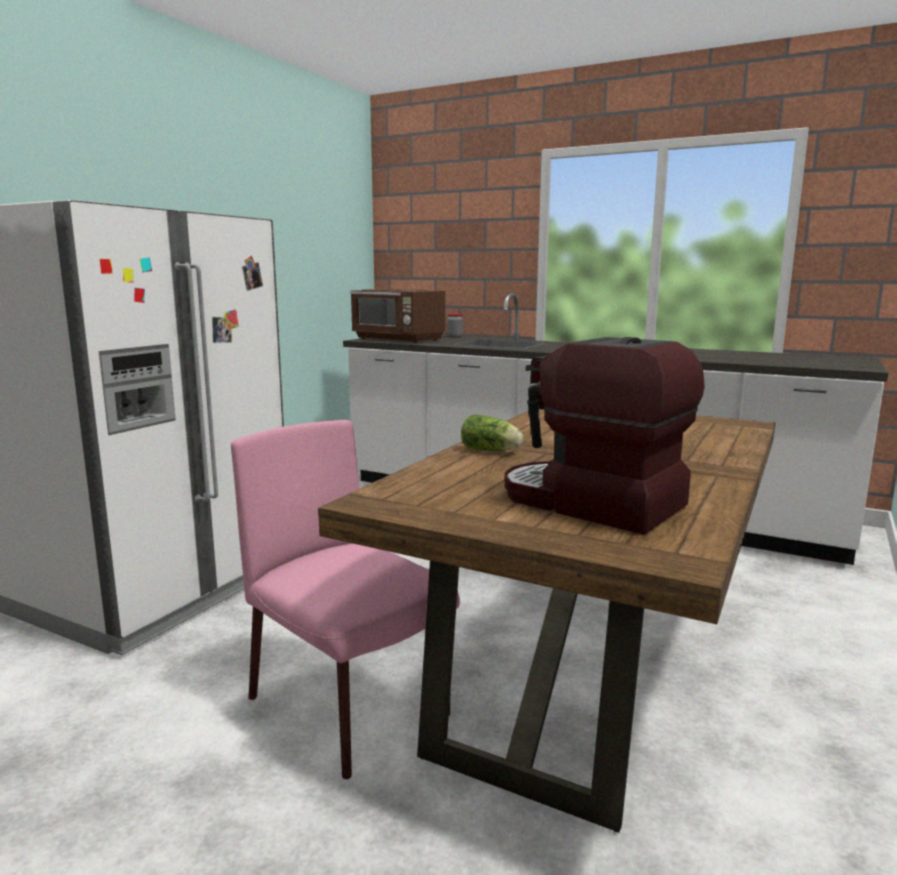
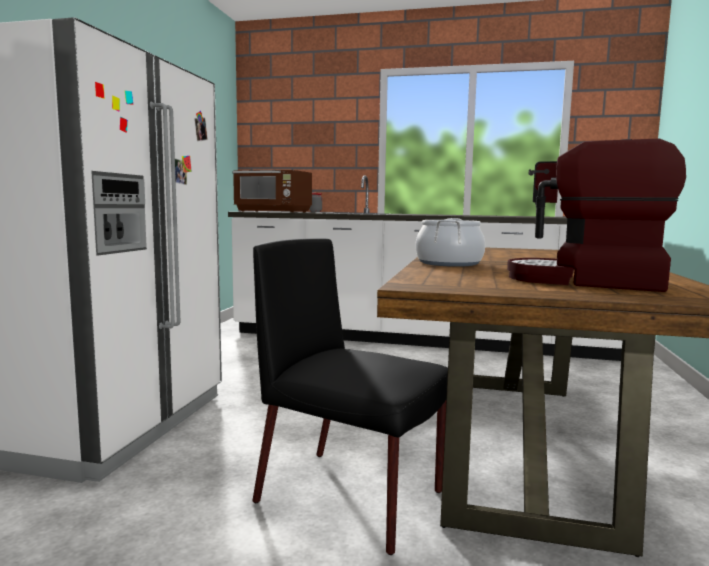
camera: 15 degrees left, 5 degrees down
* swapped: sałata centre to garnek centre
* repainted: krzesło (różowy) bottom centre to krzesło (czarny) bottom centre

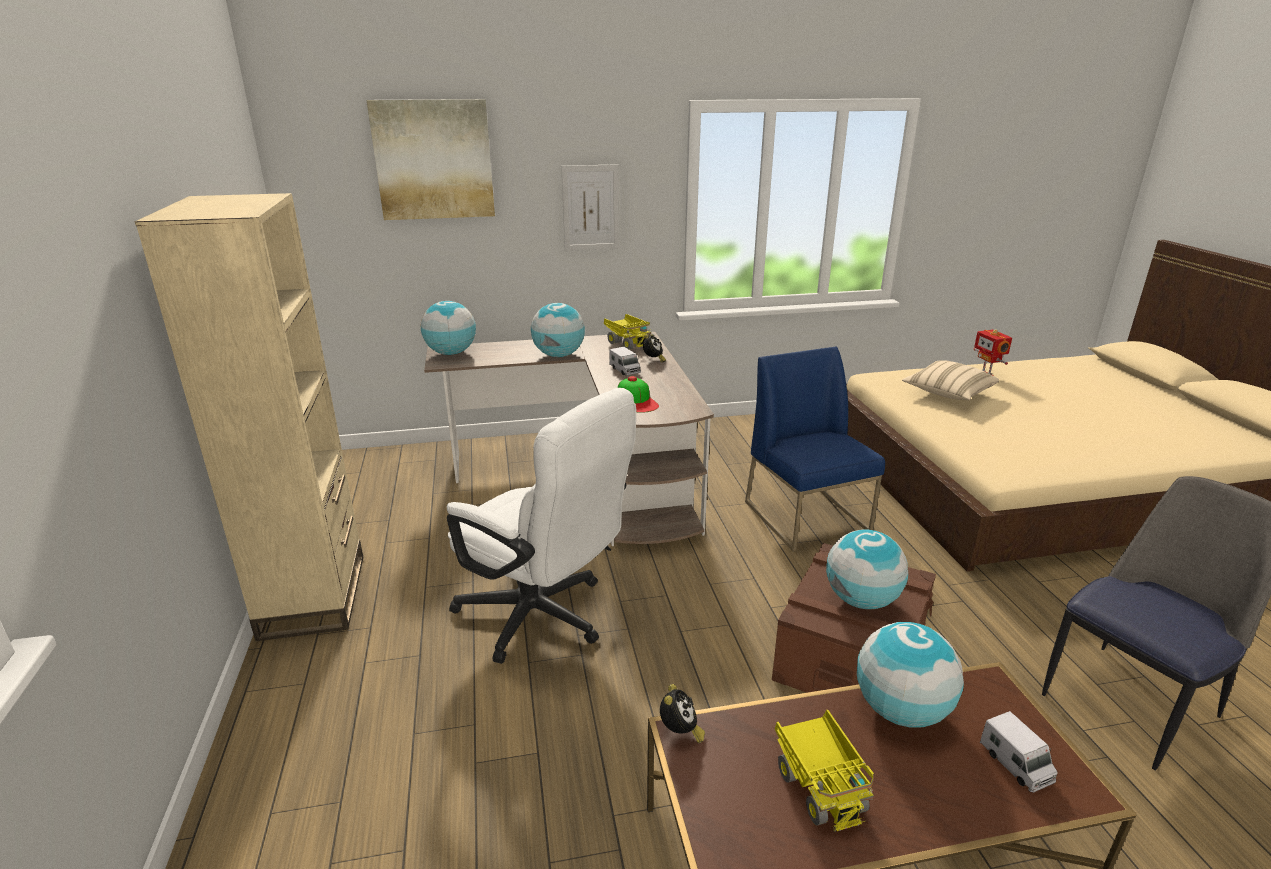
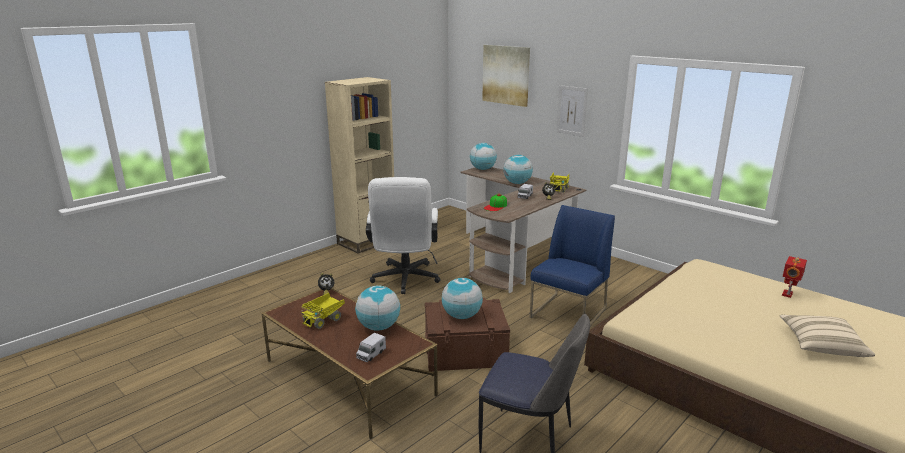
camera: 55 degrees right, 5 degrees down
* shifted: poduszka (beżowy) middle right to bottom right

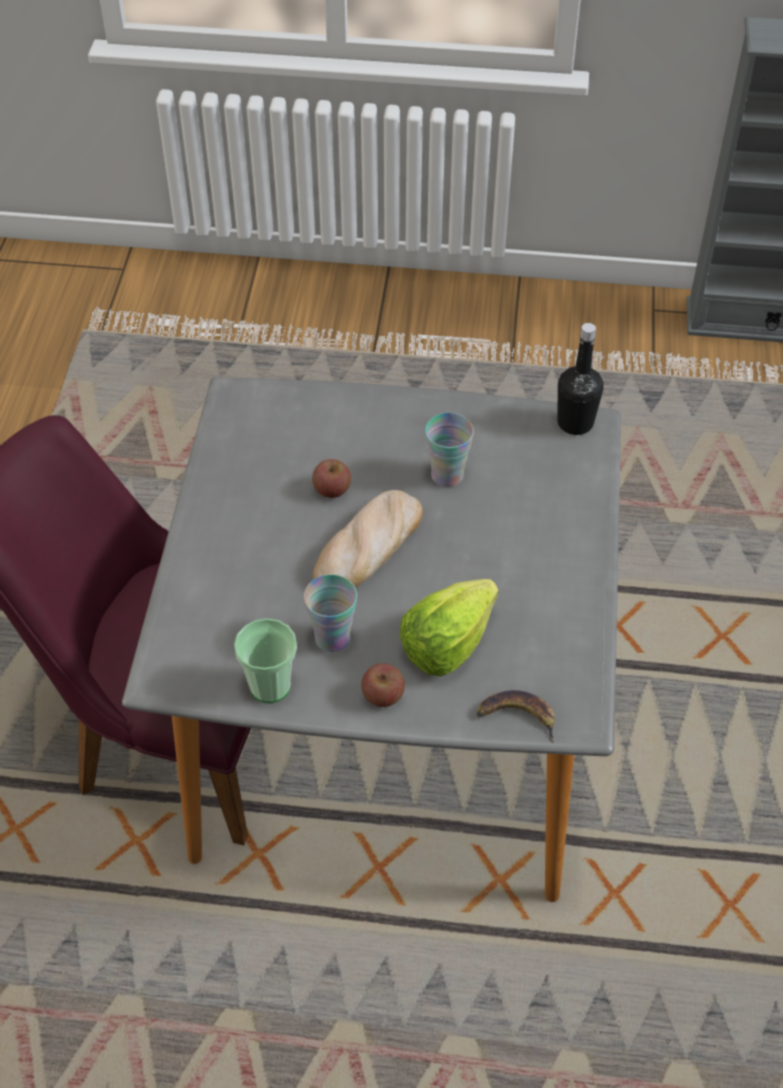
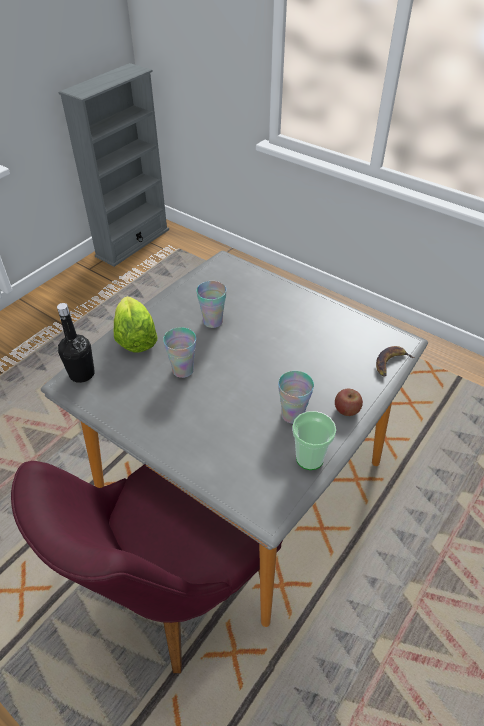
camera: 60 degrees left, 5 degrees down
* gone: chleb centre
* shifted: sałata centre to middle left
* shifted: butelka (czarny) middle right to middle left
* swapped: jabłko (no. 1 from left) centre to filiżanka (no. 1 from left) centre

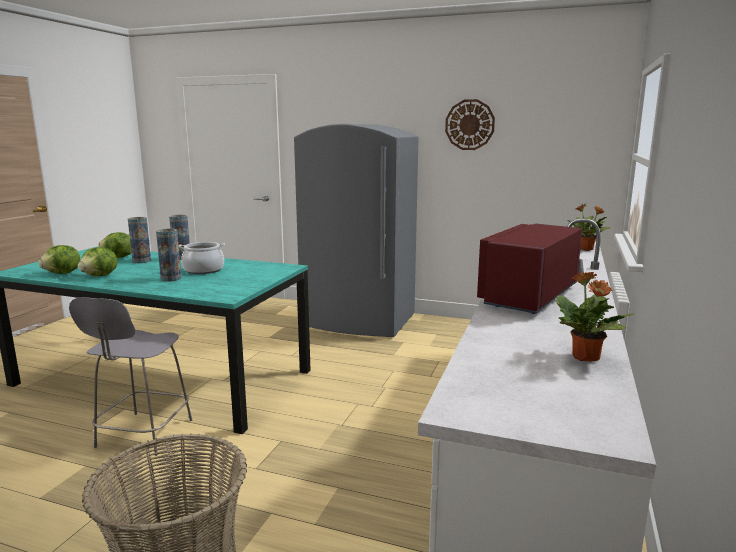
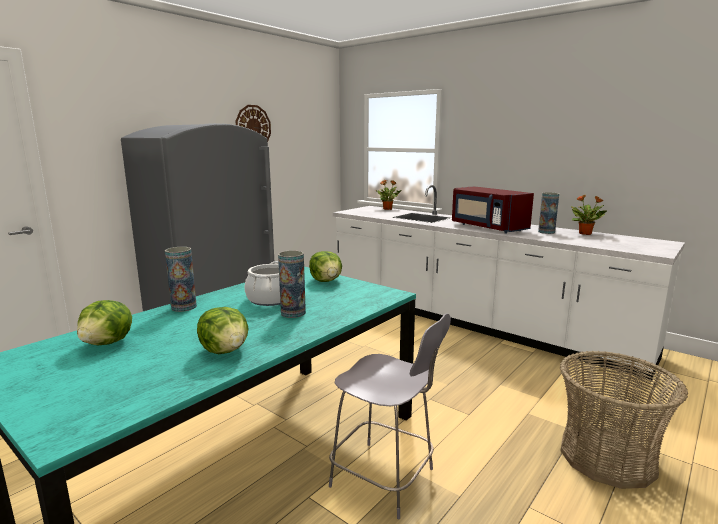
camera: 70 degrees left, 0 degrees up
* shifted: sałata (no. 1 from left in the first image) middle left to sałata (no. 3 from left) centre
* shifted: wazon (no. 1 from left in the first image) middle left to wazon (no. 3 from left) middle right

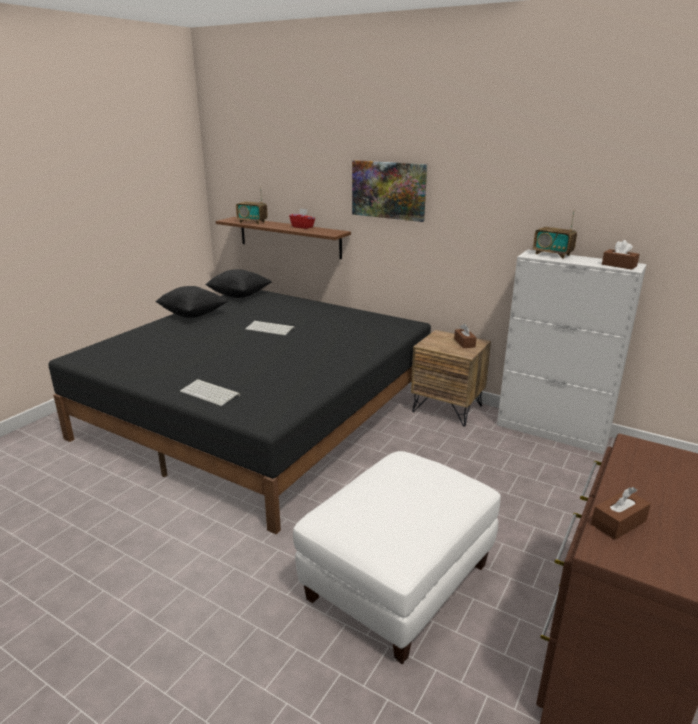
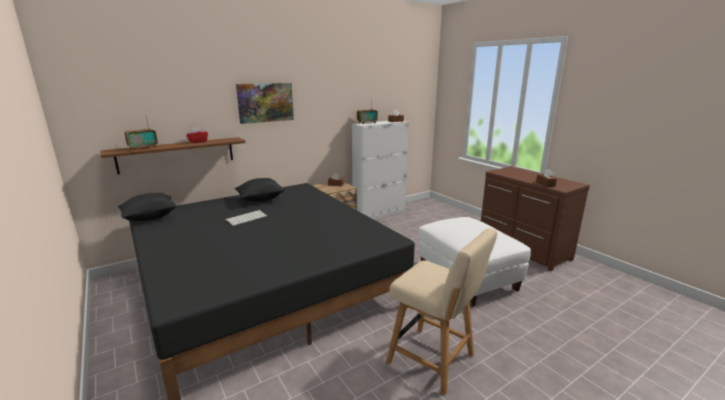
camera: 65 degrees left, 5 degrees down
* gone: klawiatura (no. 1 from left) middle left
* new: krzesło (beżowy) bottom centre
* shifted: poduszka (czarny) (no. 1 from left in the first image) middle left to poduszka (czarny) (no. 2 from left) centre

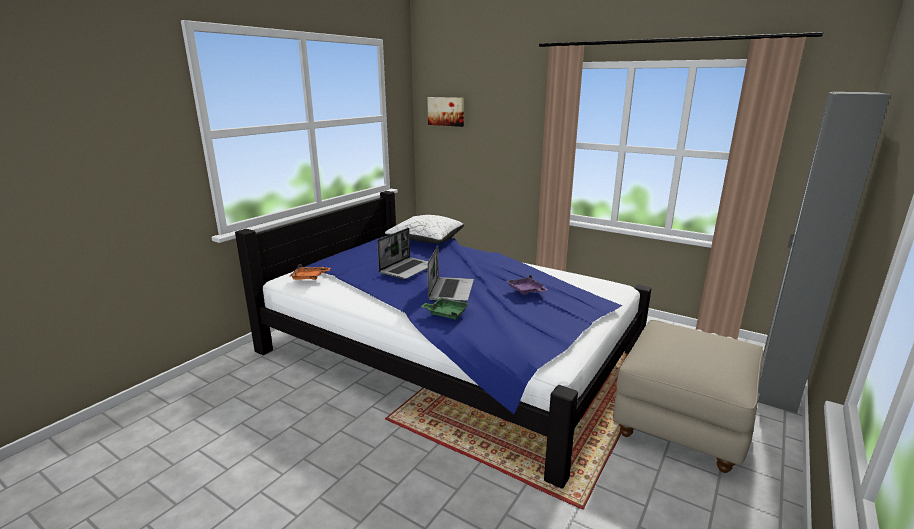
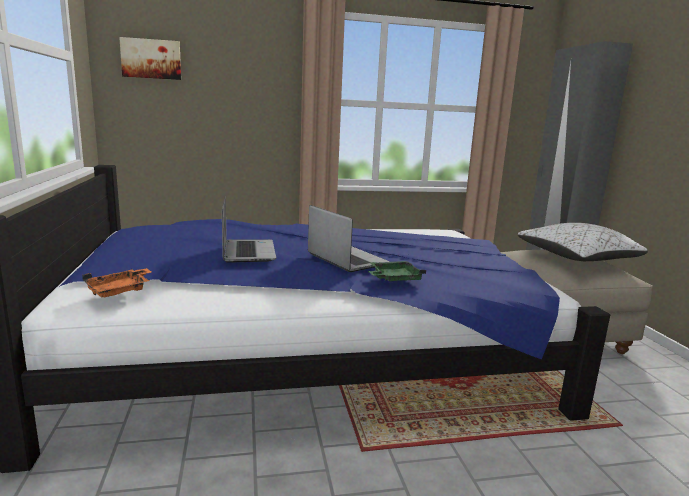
camera: 45 degrees left, 5 degrees down
* gone: taca (fioletowy) centre
* shifted: poduszka (biały) centre to middle right

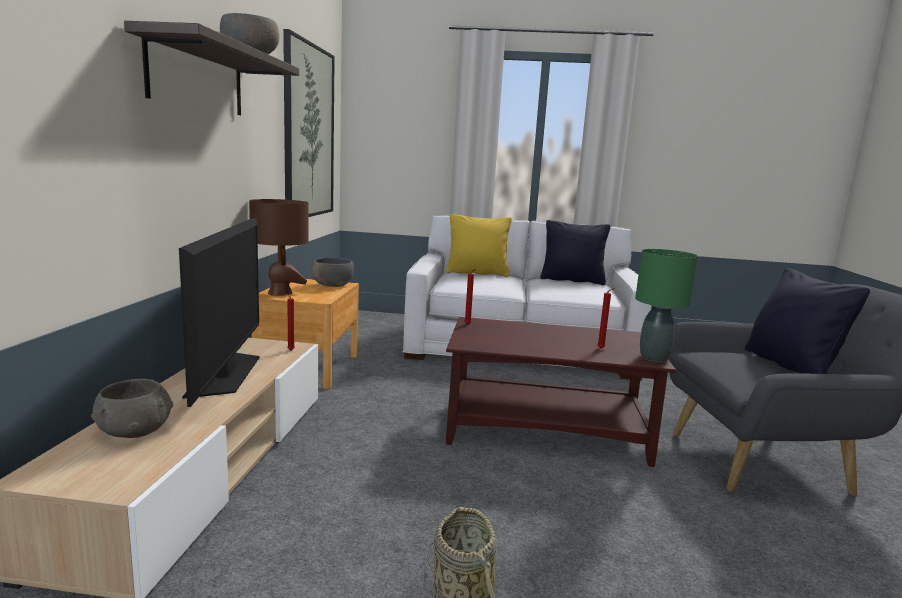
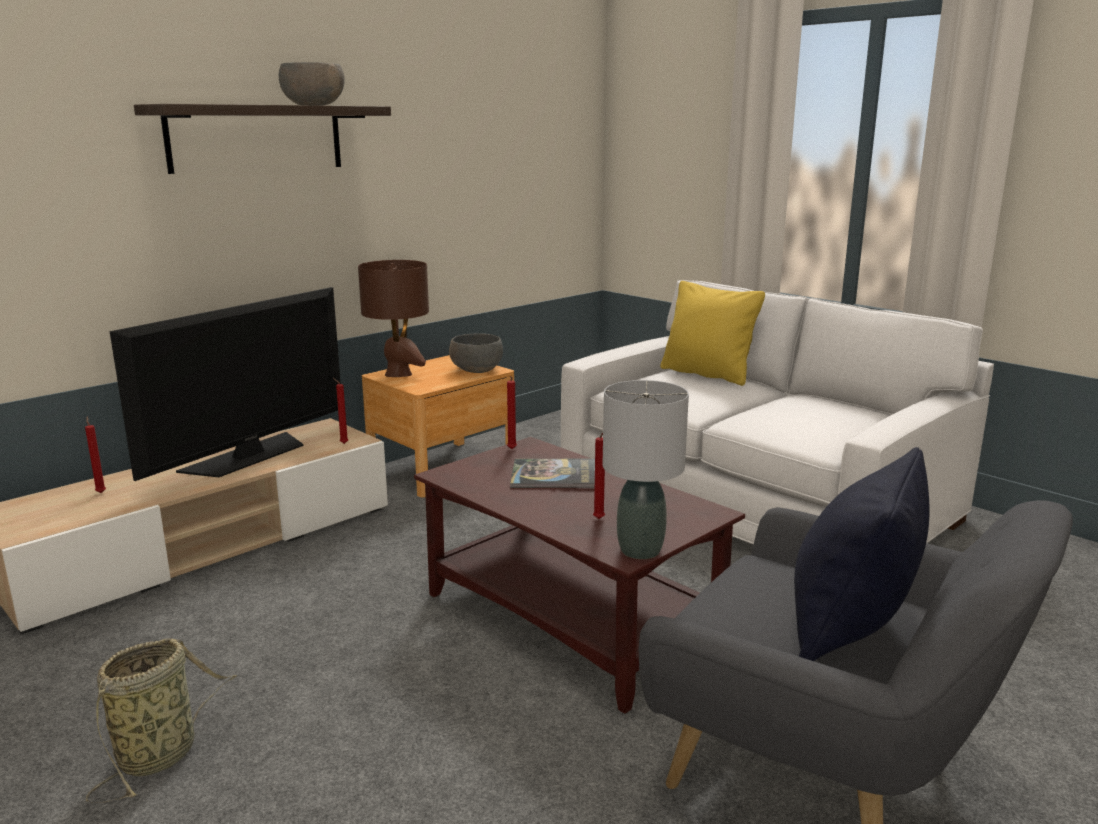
camera: 40 degrees right, 5 degrees up
* gone: obraz top centre
* gone: poduszka (czarny) (no. 1 from left) centre
* new: książka centre
* swapped: miska (szary) (no. 1 from left) bottom left to świeca (czerwony) (no. 1 from left) middle left
* repainted: lampa stołowa (zielony) middle right to lampa stołowa (szary) centre

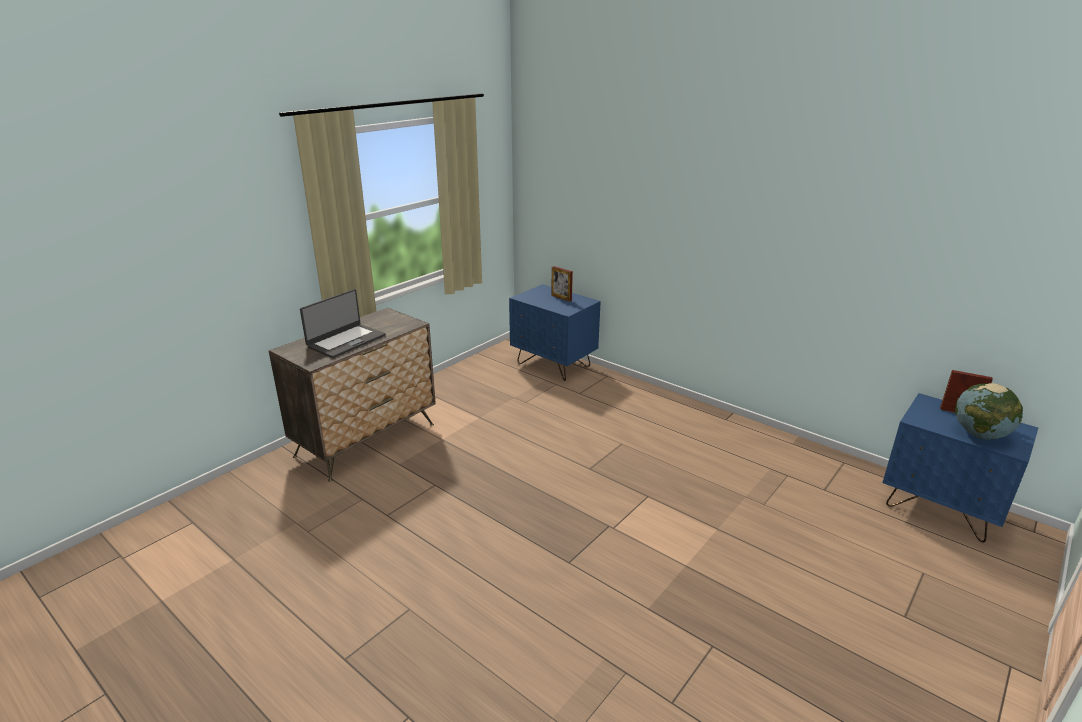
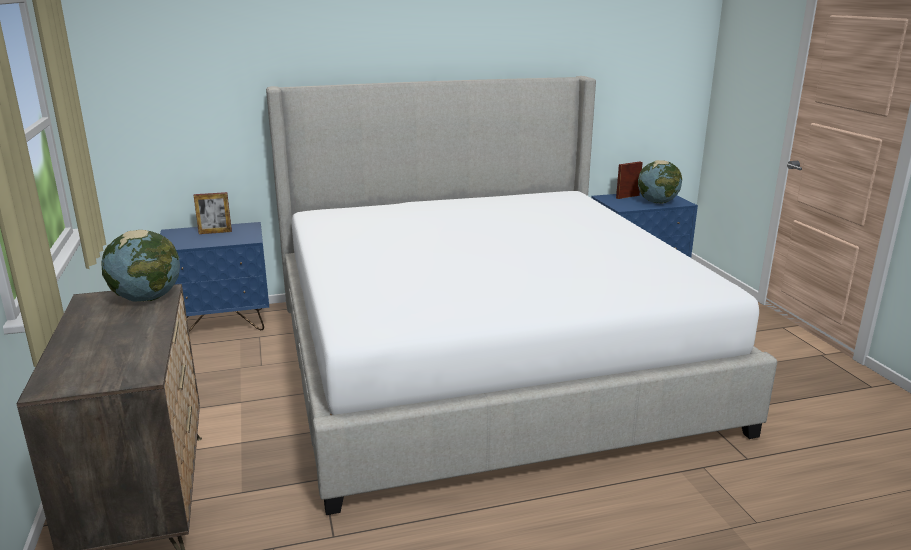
camera: 55 degrees left, 5 degrees down
* gone: laptop middle left
* new: globus (no. 1 from left) middle left
* new: łóżko centre

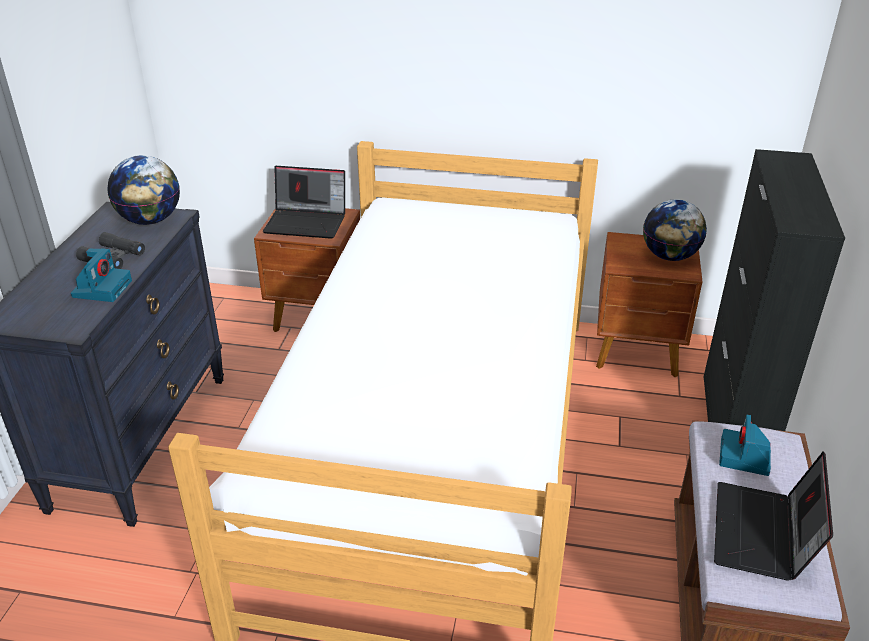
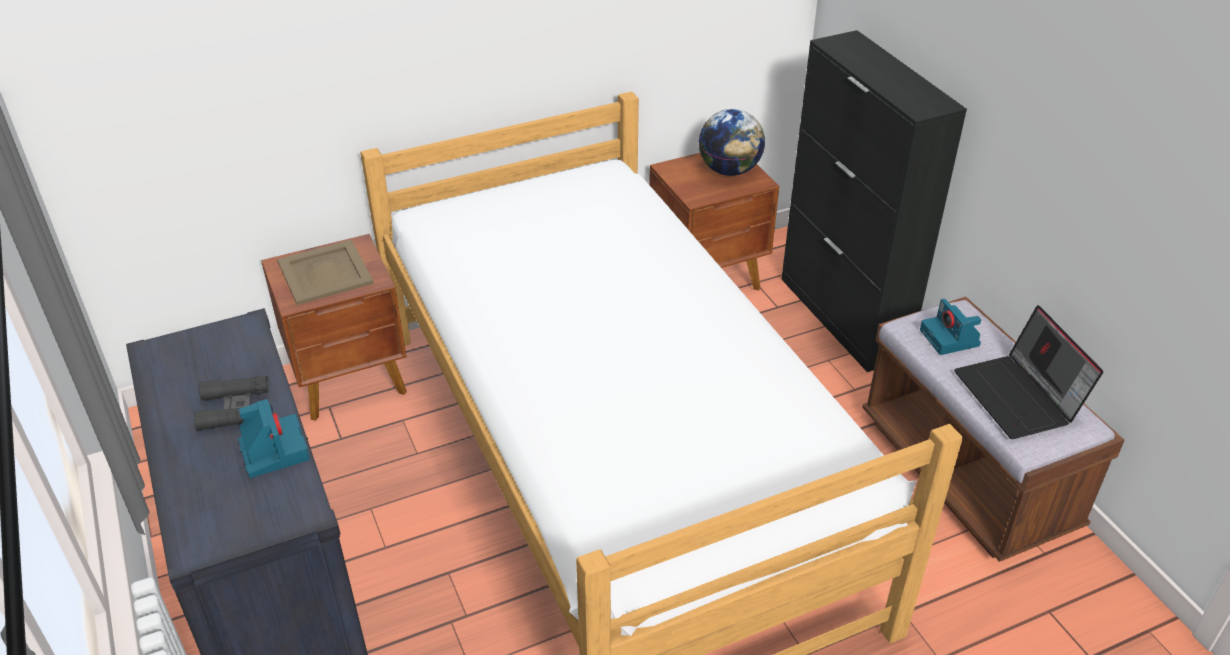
camera: 35 degrees left, 5 degrees up
* gone: globus (no. 1 from left) top left
* swapped: laptop (no. 1 from left) top centre to taca (beżowy) middle left

